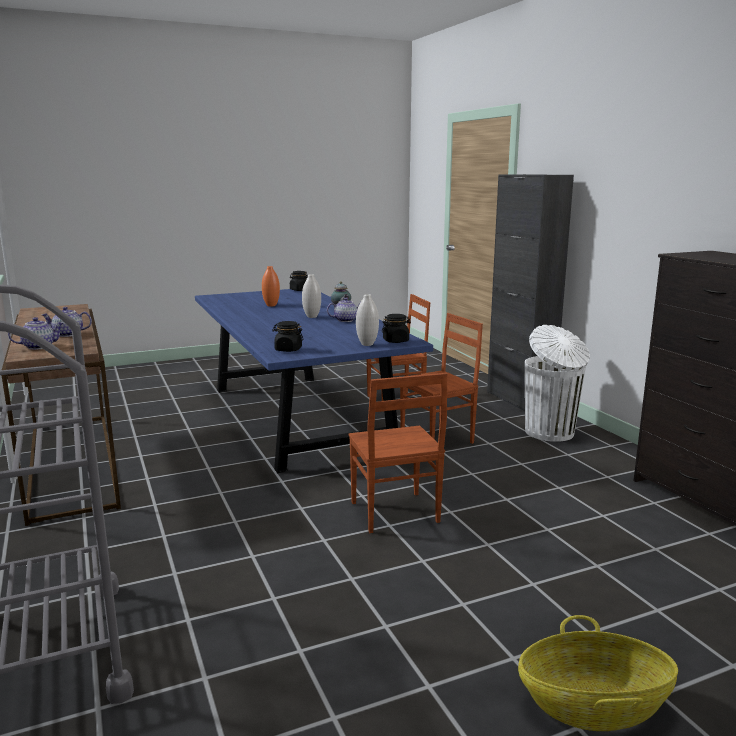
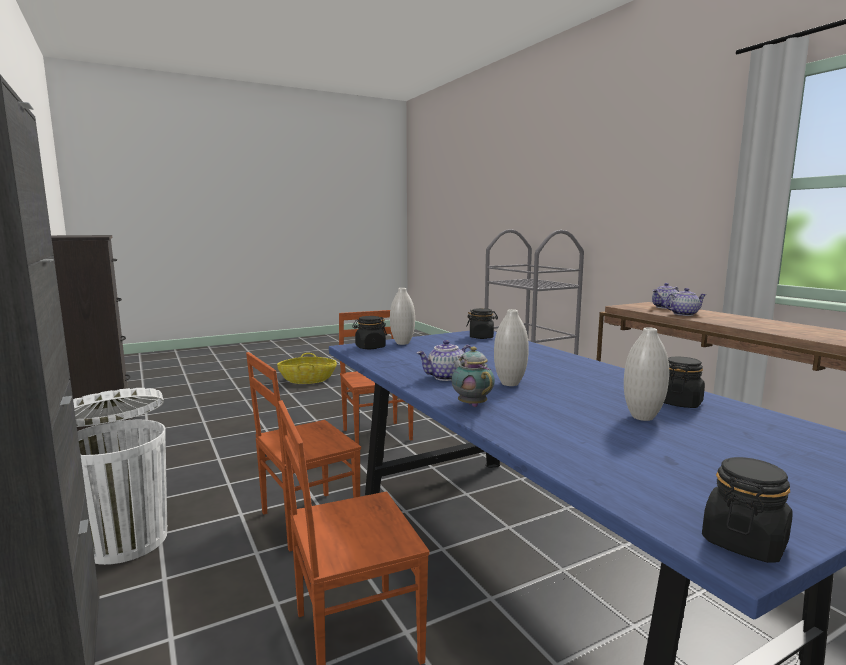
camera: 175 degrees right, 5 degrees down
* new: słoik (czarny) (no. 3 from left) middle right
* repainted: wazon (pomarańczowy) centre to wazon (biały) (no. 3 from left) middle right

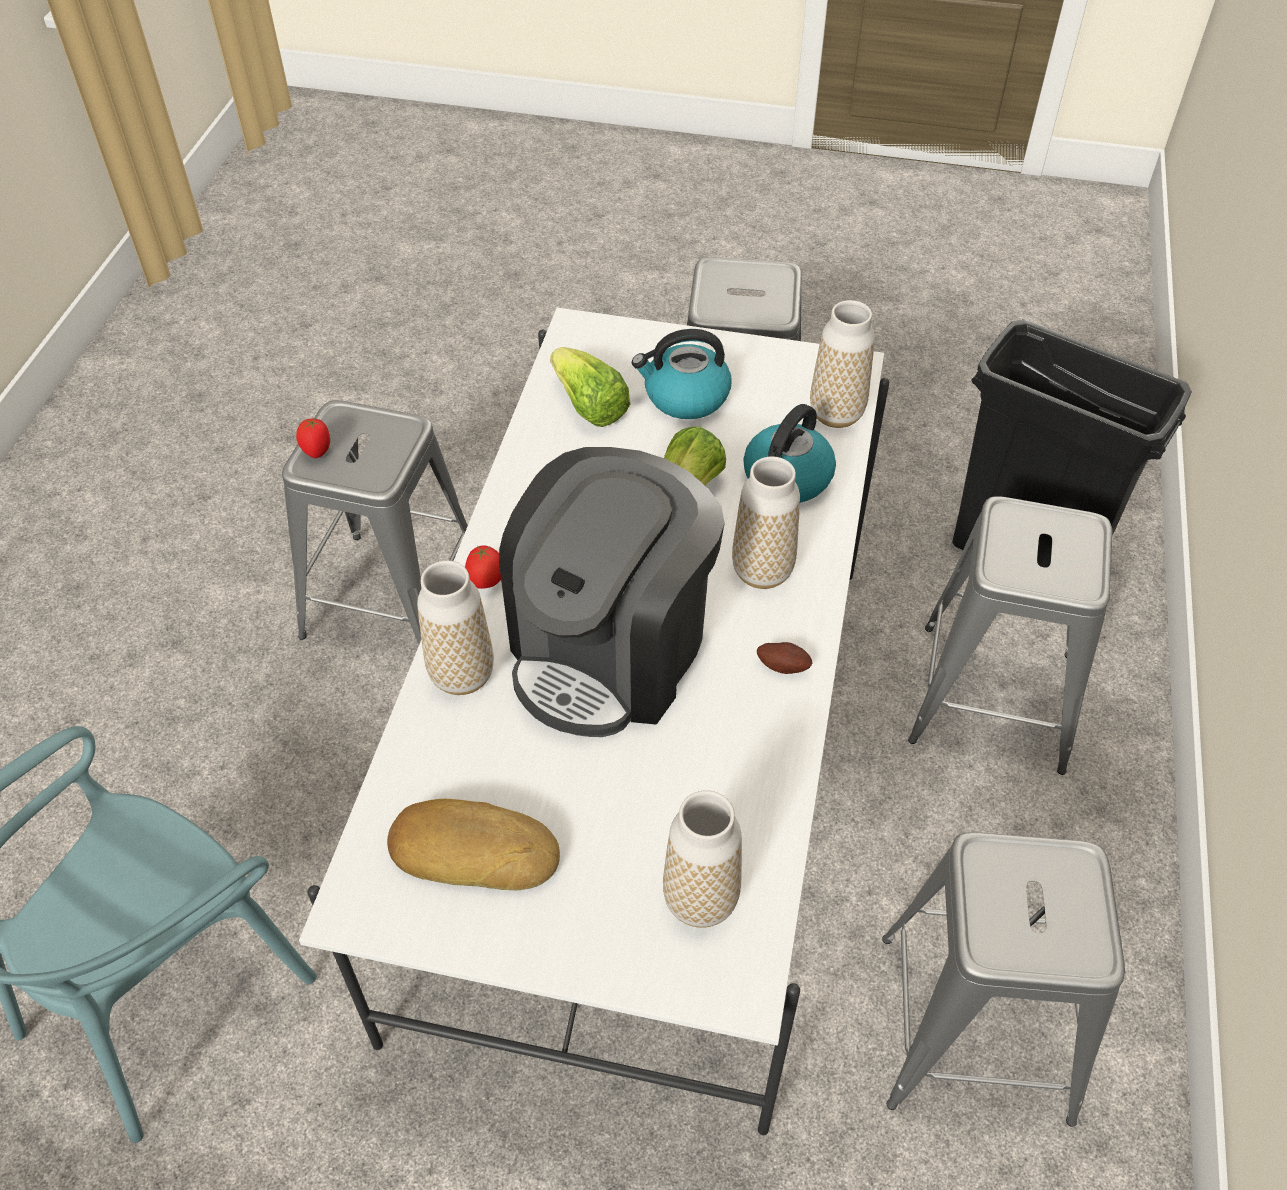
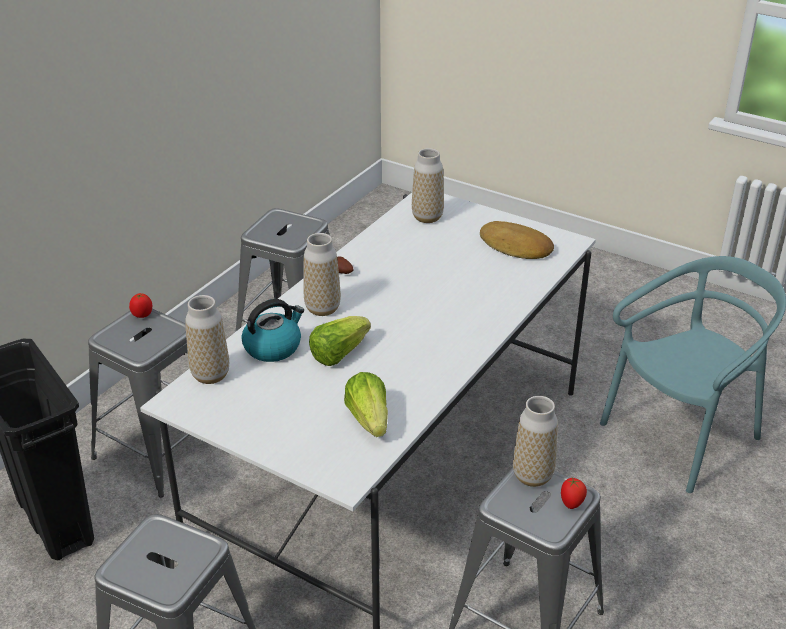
camera: 160 degrees left, 15 degrees down
* gone: ekspres do kawy centre
* gone: czajnik (no. 1 from left) top centre
* shifted: wazon (no. 1 from left in the first image) centre to wazon (no. 4 from left) bottom right
* shifted: pomidor (no. 2 from left in the first image) centre to pomidor (no. 1 from left) middle left

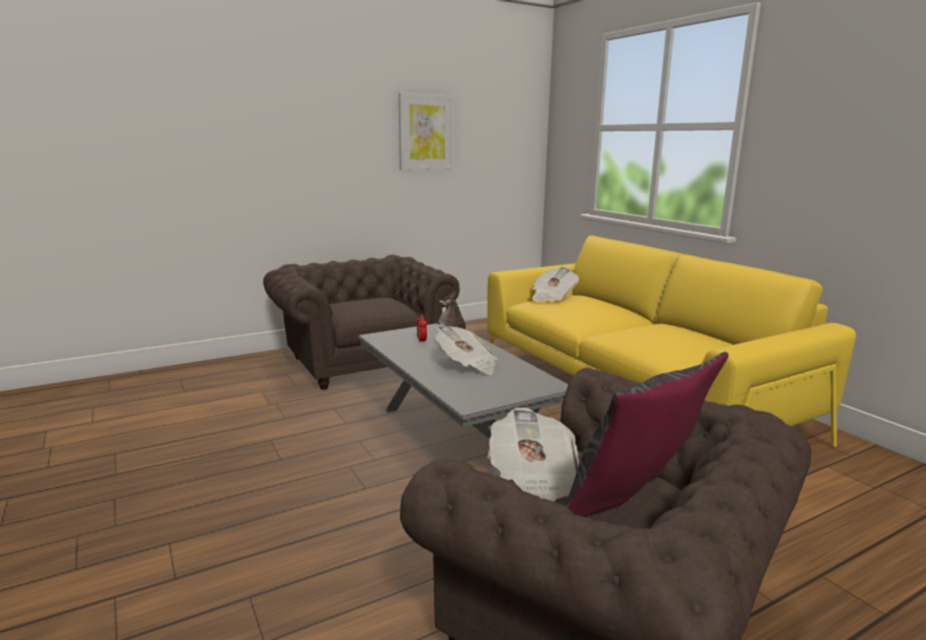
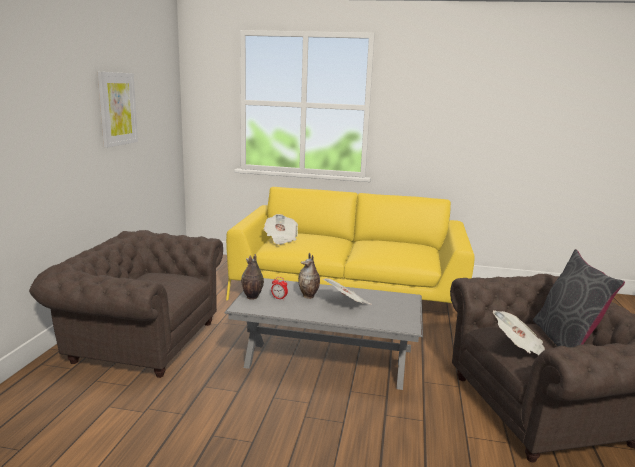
camera: 50 degrees left, 0 degrees up
* new: wazon (no. 1 from left) centre

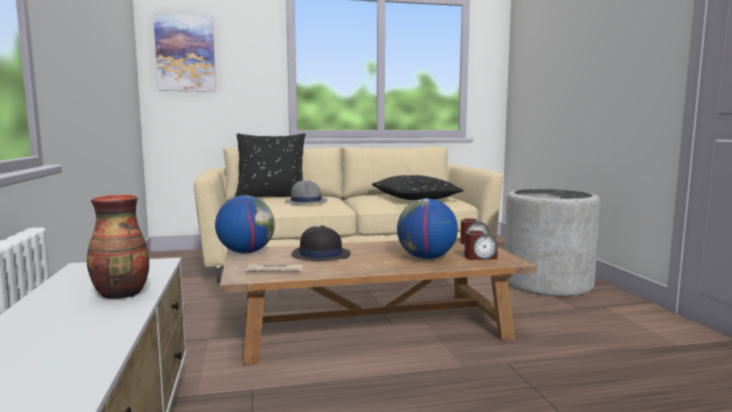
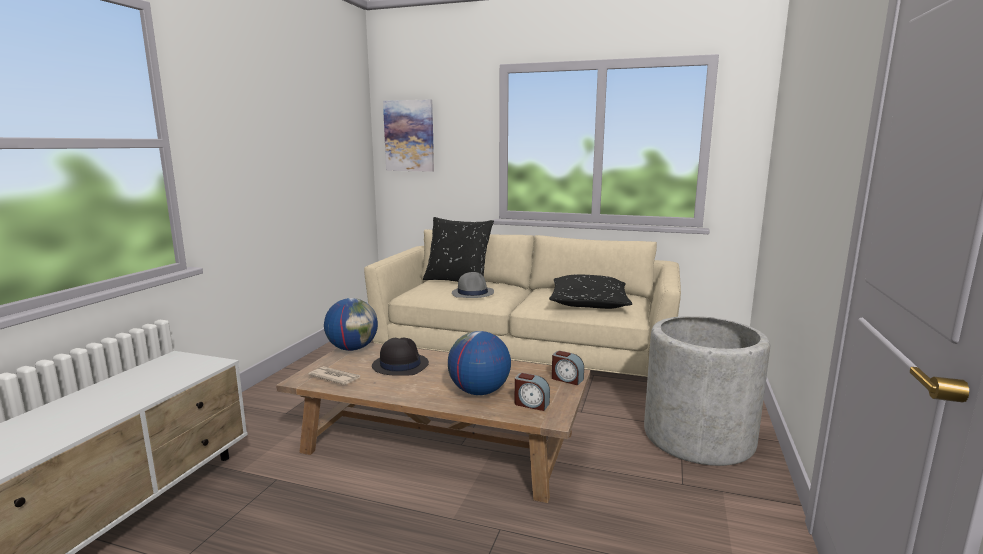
camera: 30 degrees right, 5 degrees up
* gone: wazon middle left

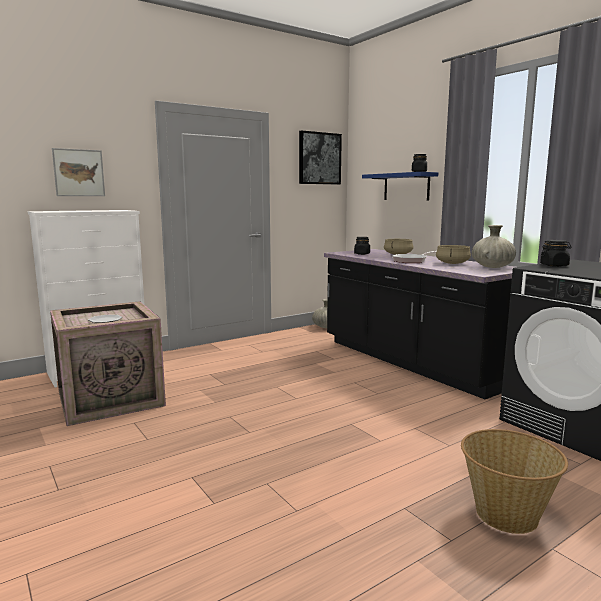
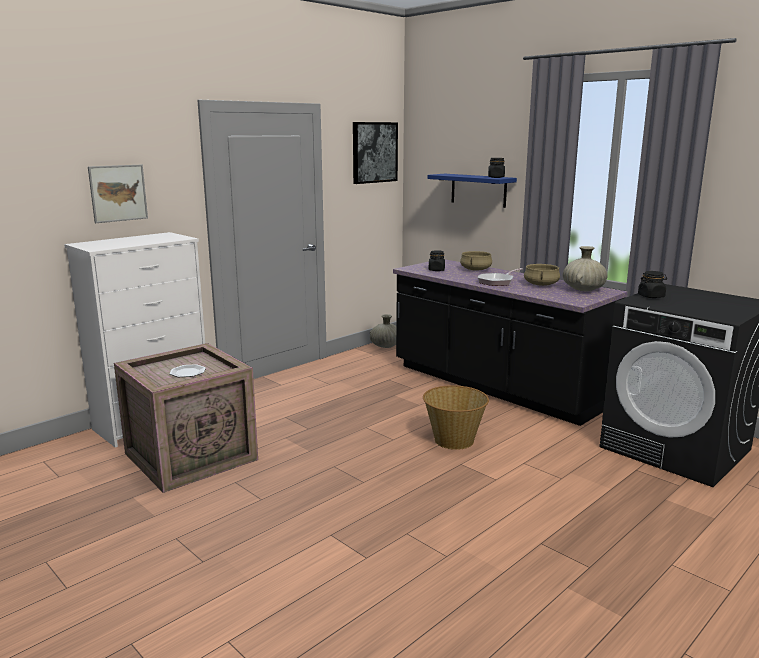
camera: 10 degrees left, 5 degrees up
* shifted: koszyk bottom right to centre

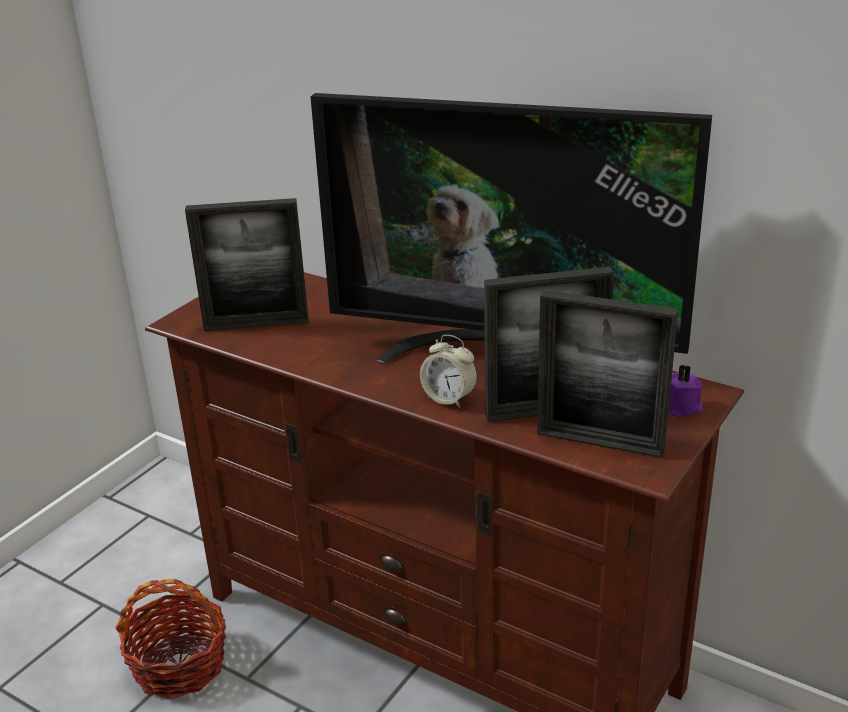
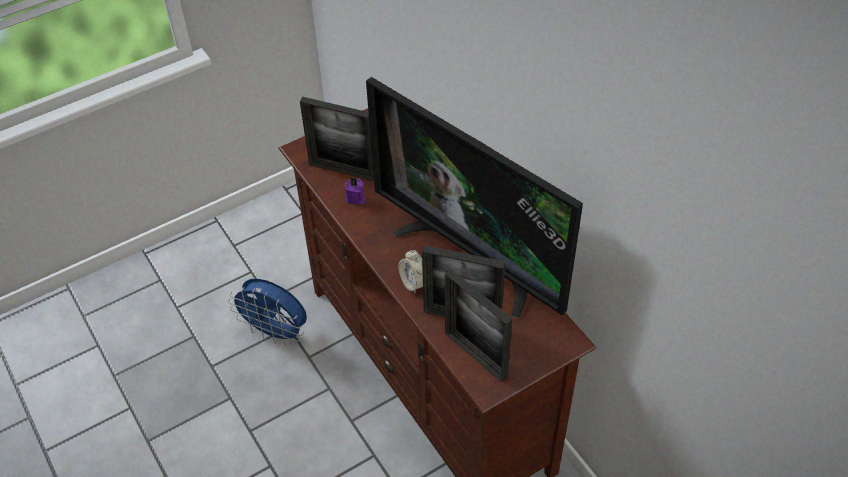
camera: 25 degrees right, 20 degrees up
* shifted: świeca (fioletowy) middle right to centre
* swapped: koszyk bottom left to wentylator (niebieski) middle left

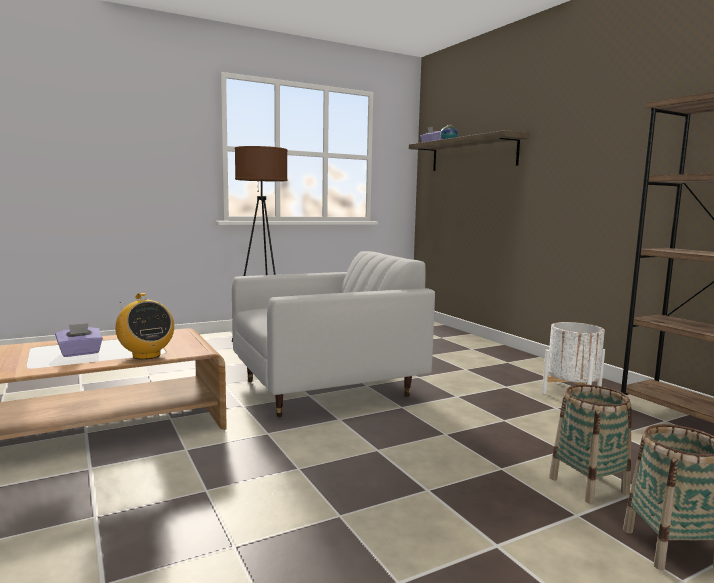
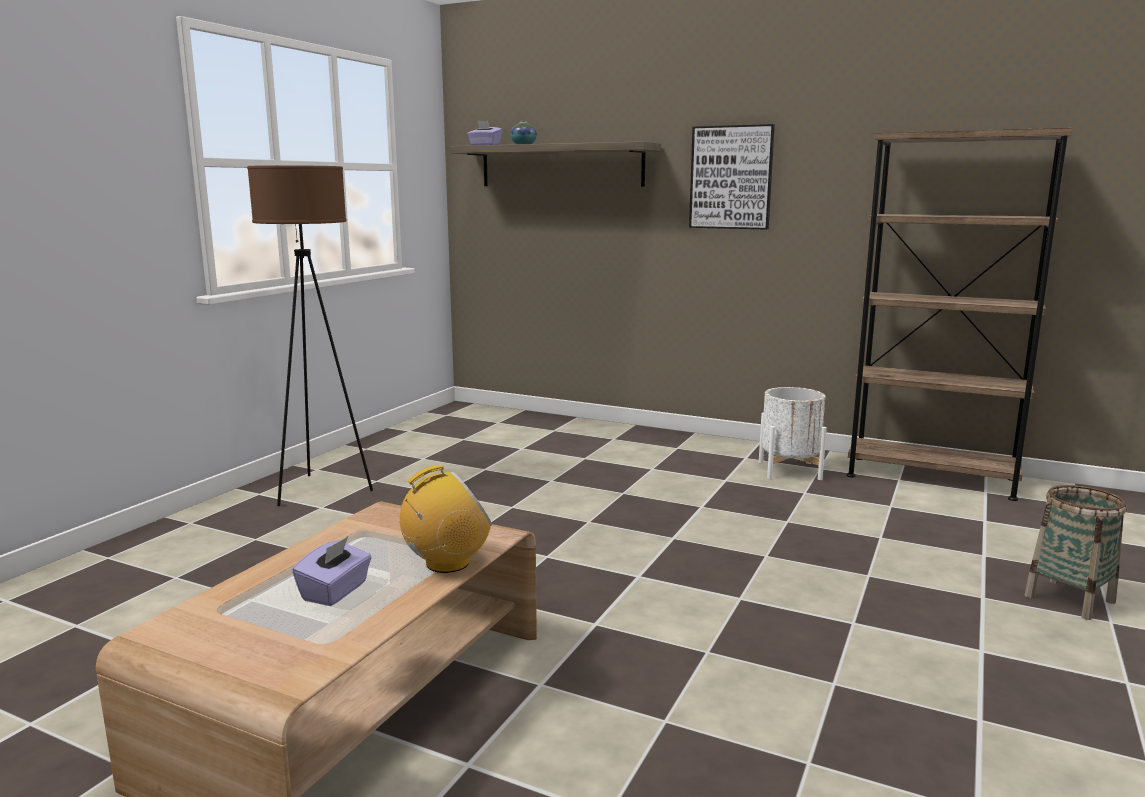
camera: 35 degrees left, 5 degrees up
* gone: fotel (biały) centre
* gone: koszyk (no. 1 from left) bottom right
* new: obraz top centre
* rotated: radio middle left = centre 45 degrees counterclockwise

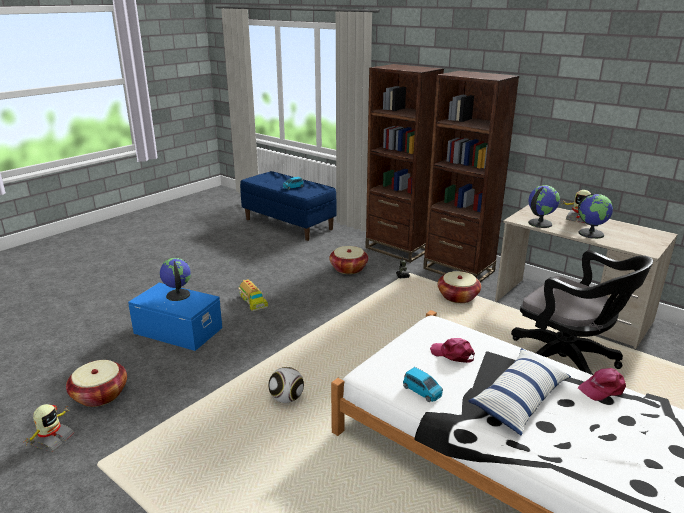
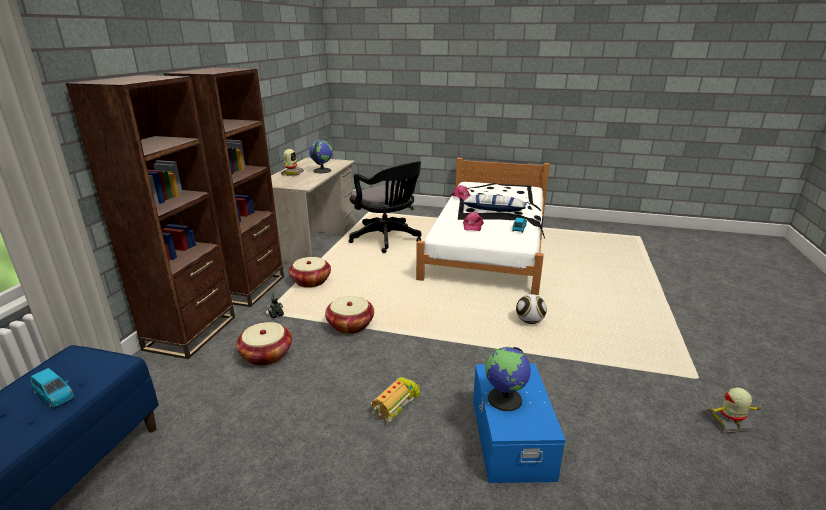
camera: 115 degrees left, 0 degrees up
* gone: globus (no. 2 from left) middle right
* shifted: koszyk (no. 1 from left in the first image) bottom left to koszyk (no. 3 from left) centre
* rotated: krzesło biurowe (czarny) middle right = centre 120 degrees clockwise

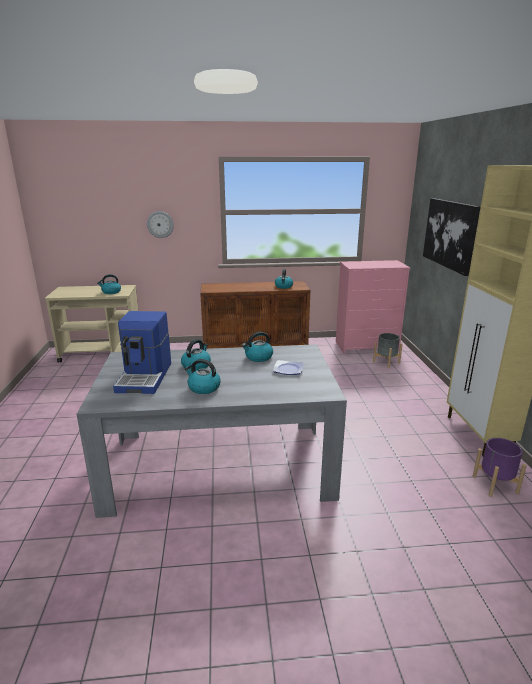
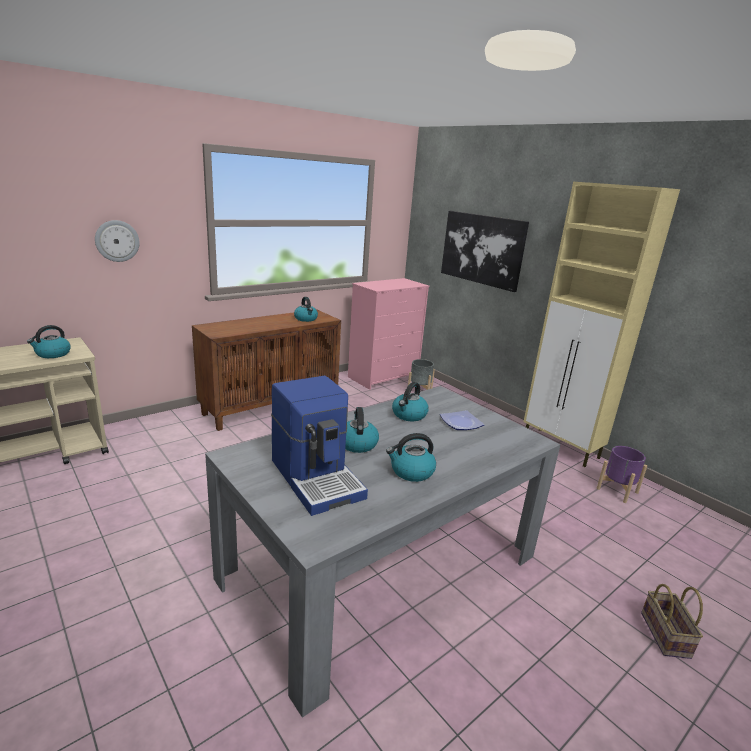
camera: 35 degrees left, 0 degrees up
* new: koszyk bottom right

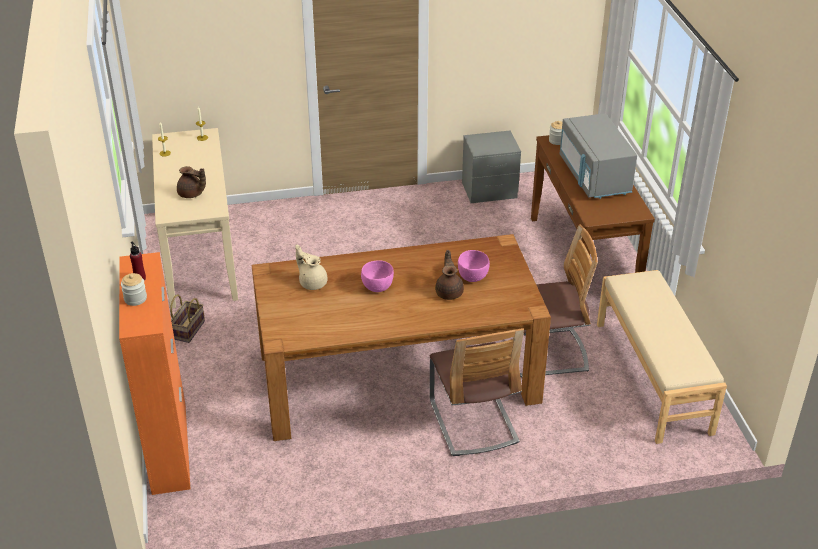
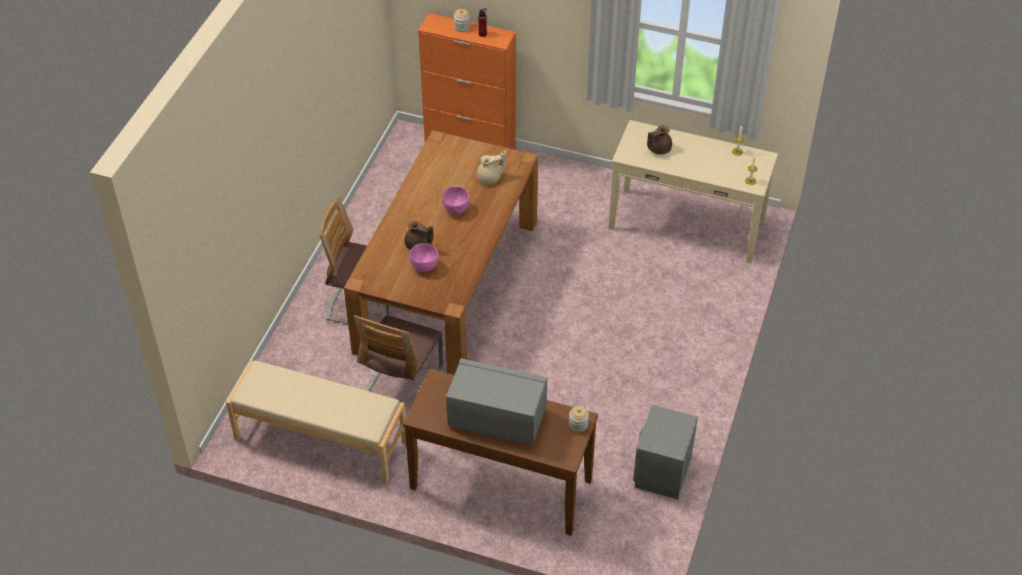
camera: 120 degrees right, 10 degrees up
* gone: koszyk middle left

